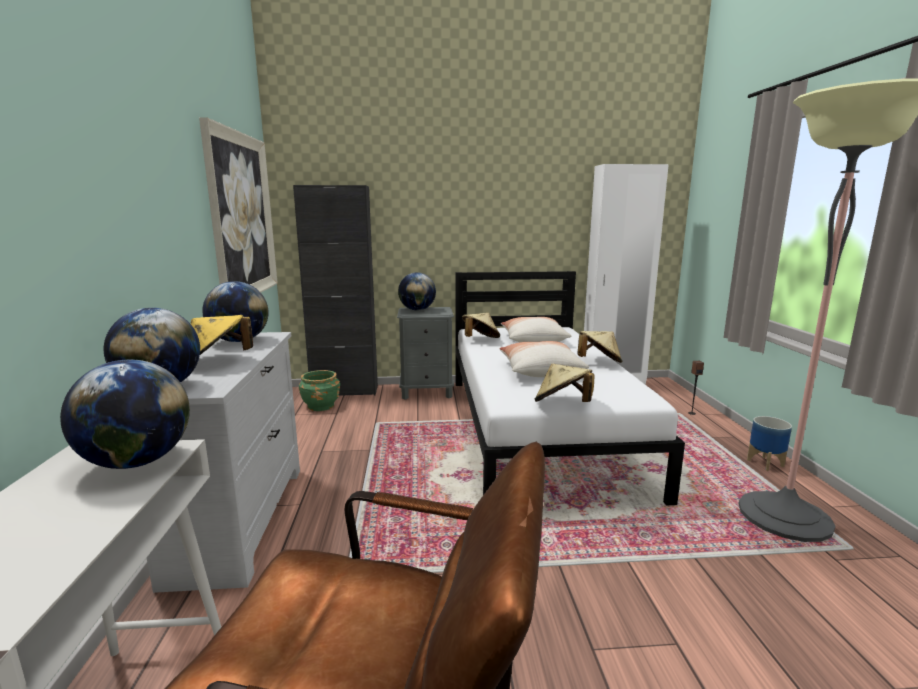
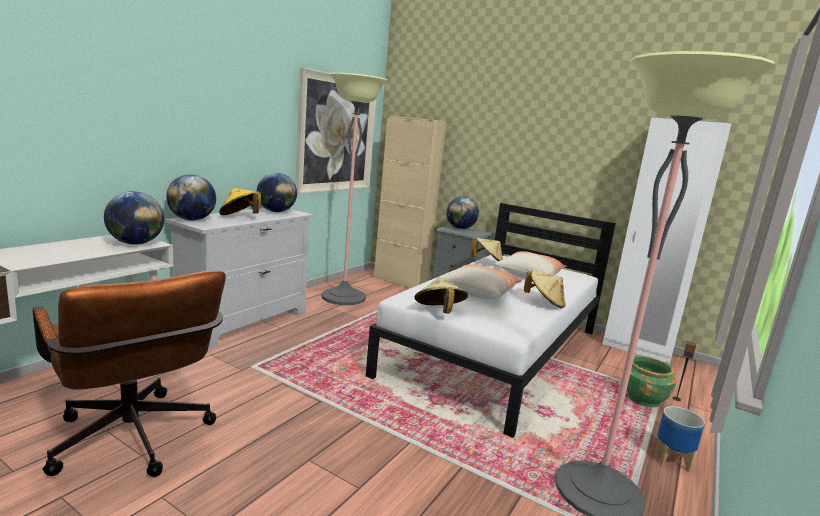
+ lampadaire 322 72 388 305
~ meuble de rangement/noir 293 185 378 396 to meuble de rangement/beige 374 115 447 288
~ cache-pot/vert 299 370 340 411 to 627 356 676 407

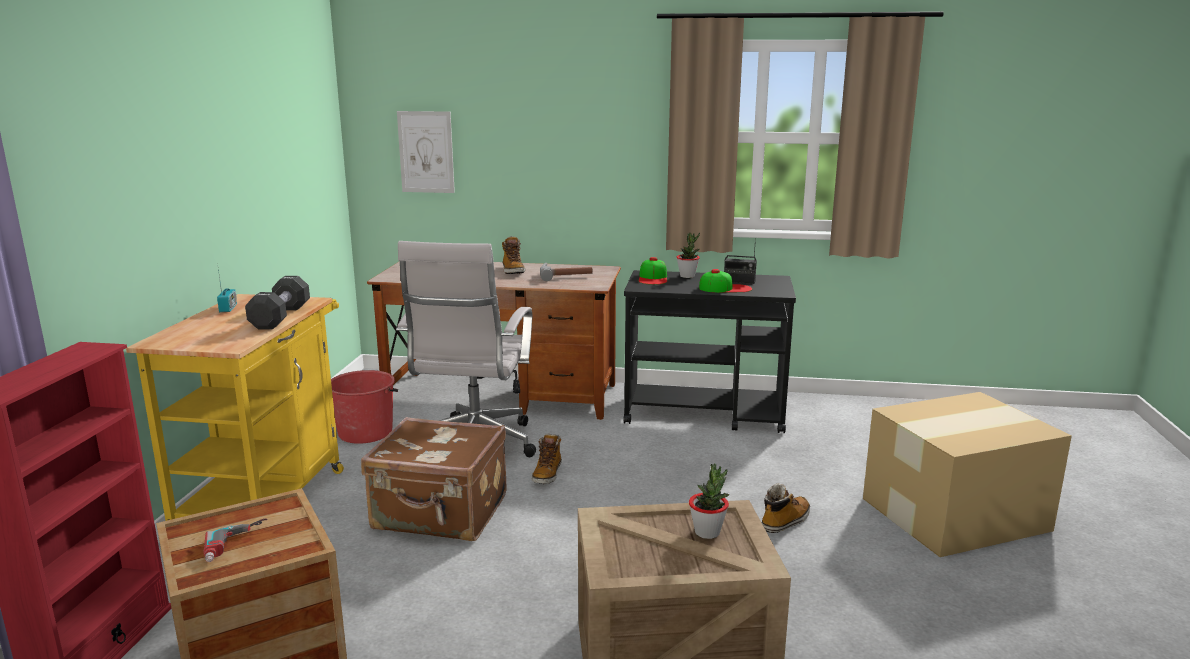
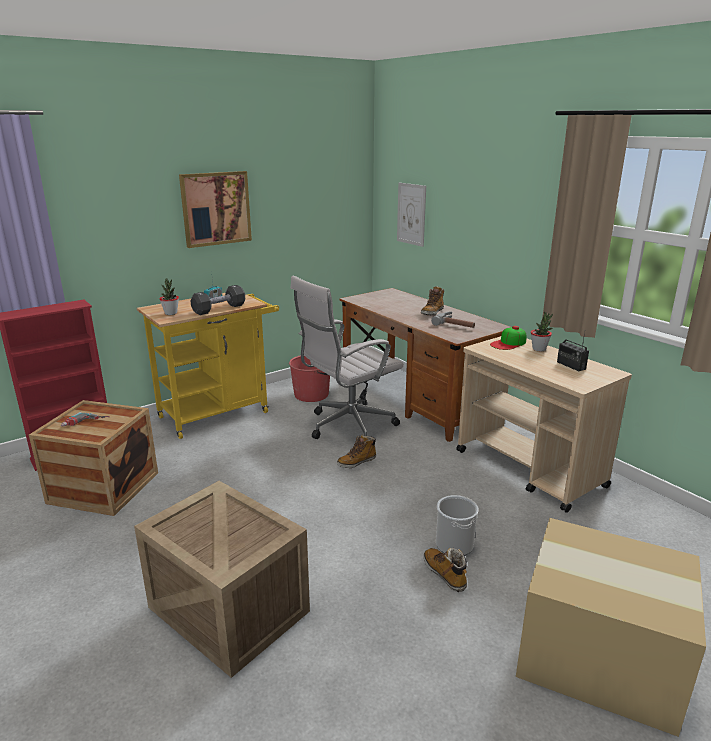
~ plante en pot 689 463 729 539 to 159 278 179 315
+ tableau 179 171 252 248
~ botte 762 484 810 533 = 424 548 467 592 120 degrees counterclockwise
+ seau 436 495 479 556
~ chariot/noir 623 270 796 434 to chariot/beige 456 336 632 513
- valise/marron 361 417 507 541
- casquette 699 269 752 293

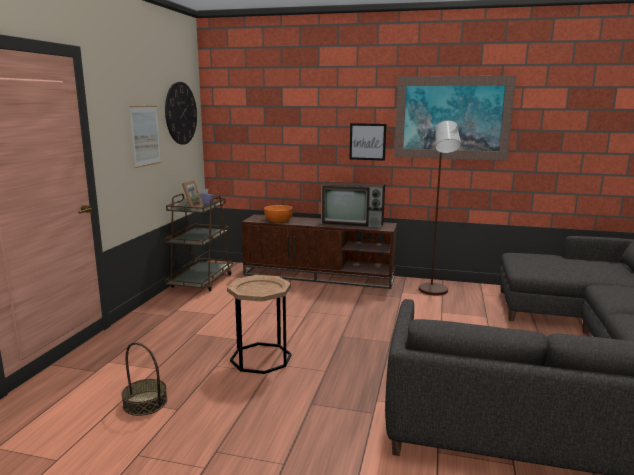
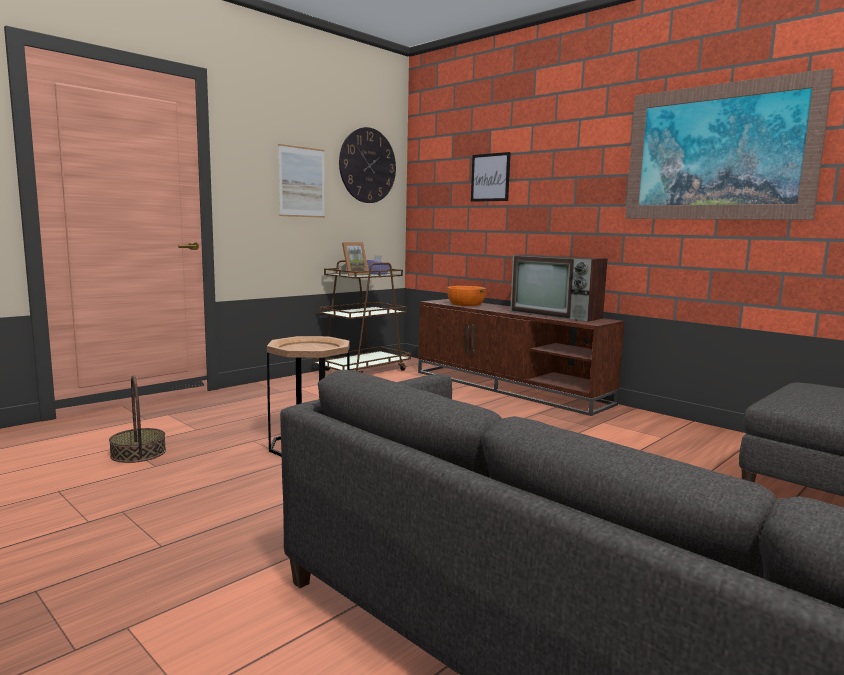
~ tableau 349 123 386 161 to 471 152 511 202
- lampadaire/marron 419 121 461 296

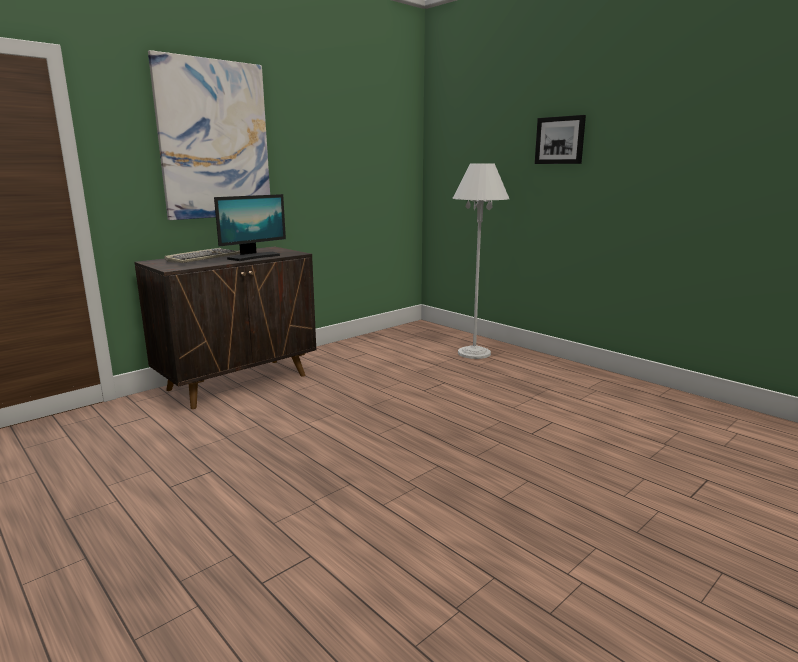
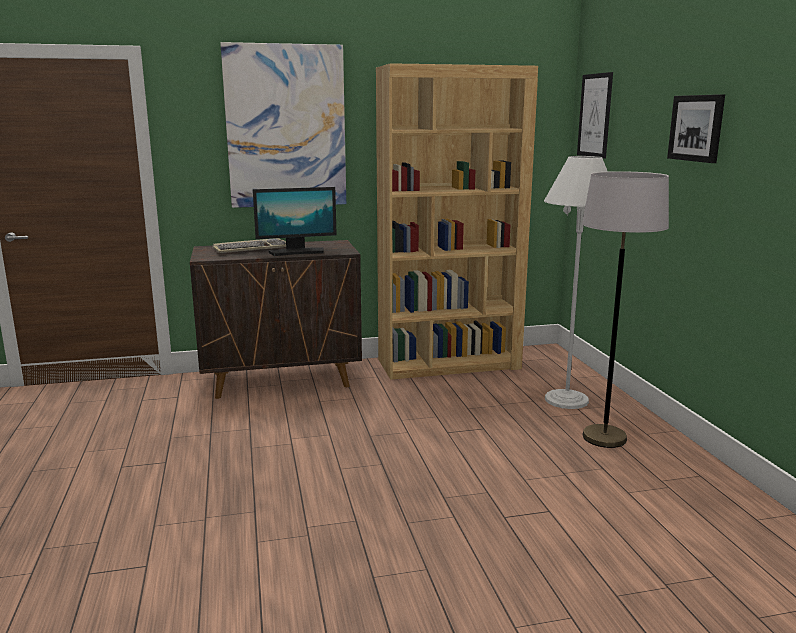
+ bibliothèque/marron 376 63 538 380
+ tableau 577 72 613 159
+ lampadaire/gris 582 171 669 448

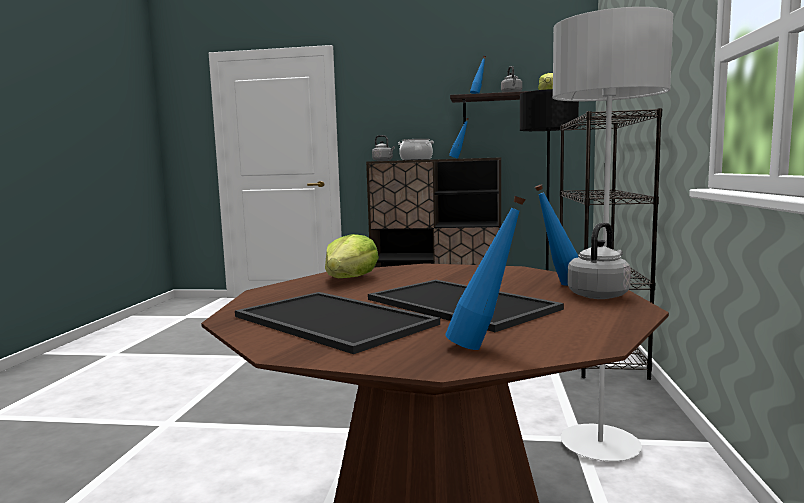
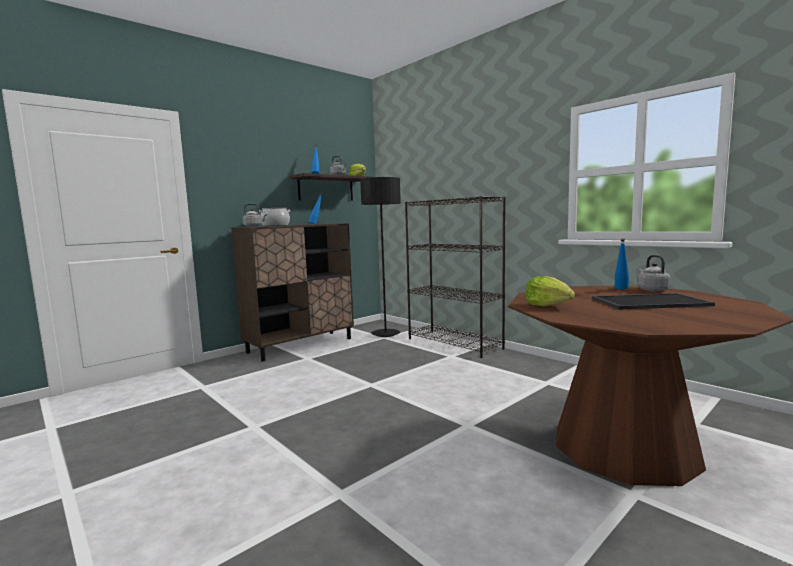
- plateau 235 292 440 354
- bouteille/bleu 445 196 526 350
- lampadaire/gris 553 7 673 461

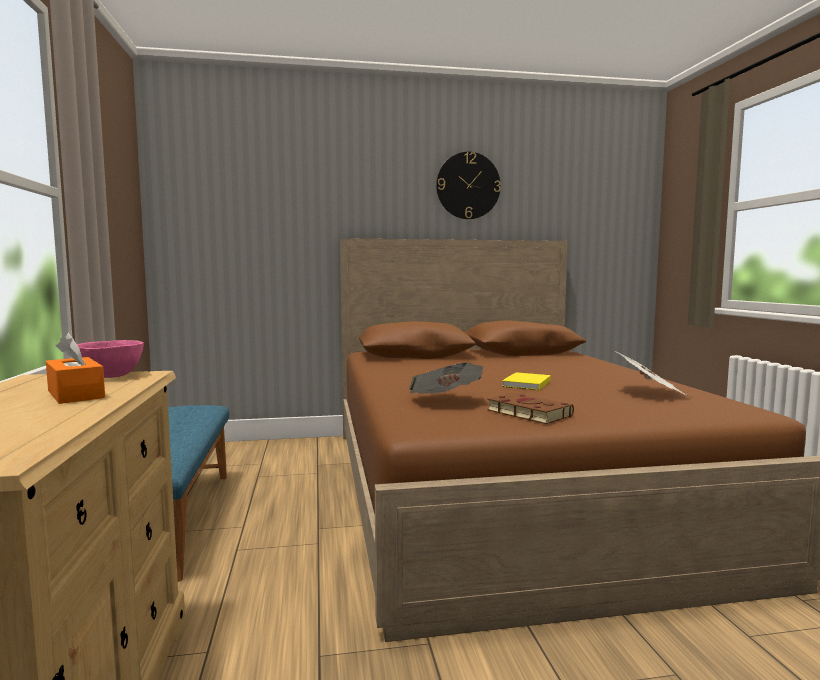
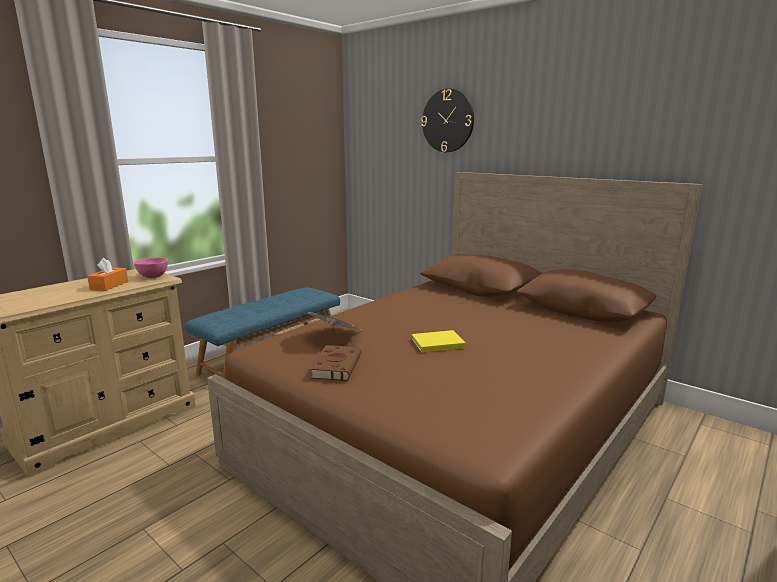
~ horloge murale 436 152 501 219 to 421 89 474 152
- journal 615 351 693 398

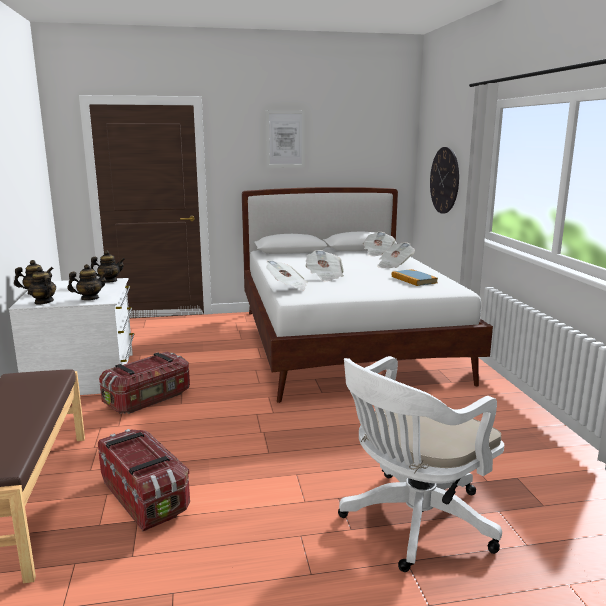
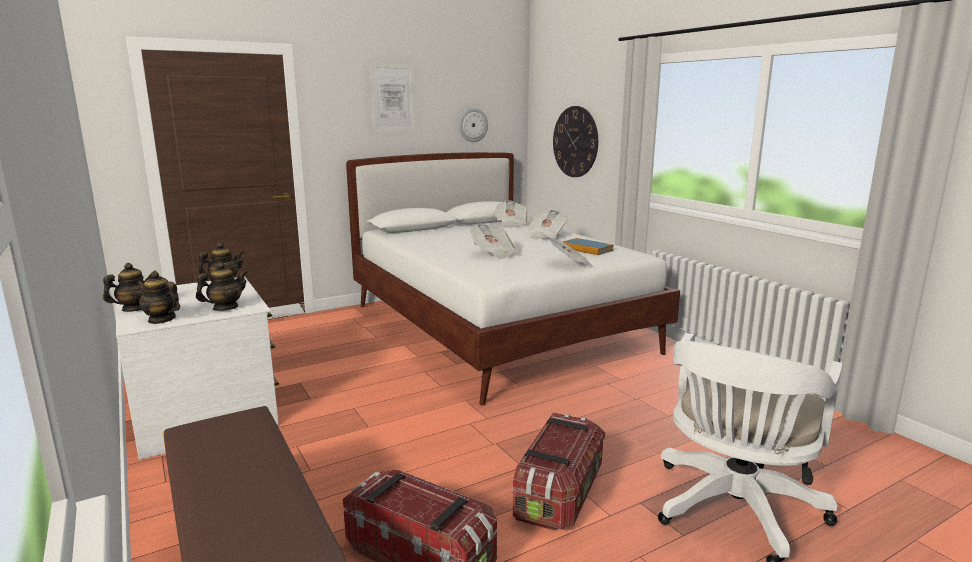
+ horloge murale 459 108 488 142
~ boîte de rangement 99 351 190 414 to 513 413 605 530
~ journal 266 260 308 290 to 545 236 594 267

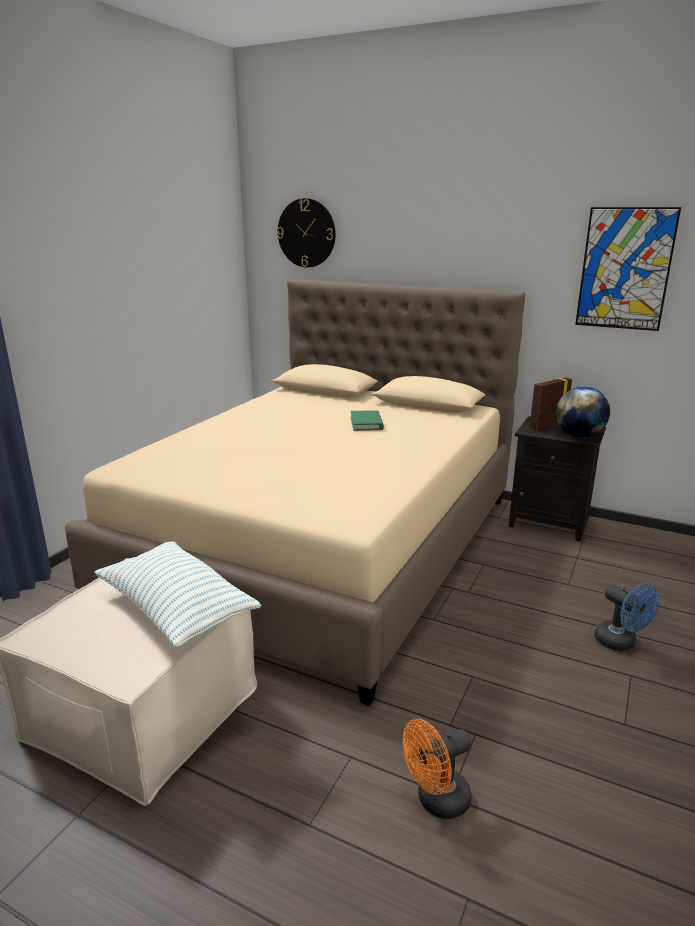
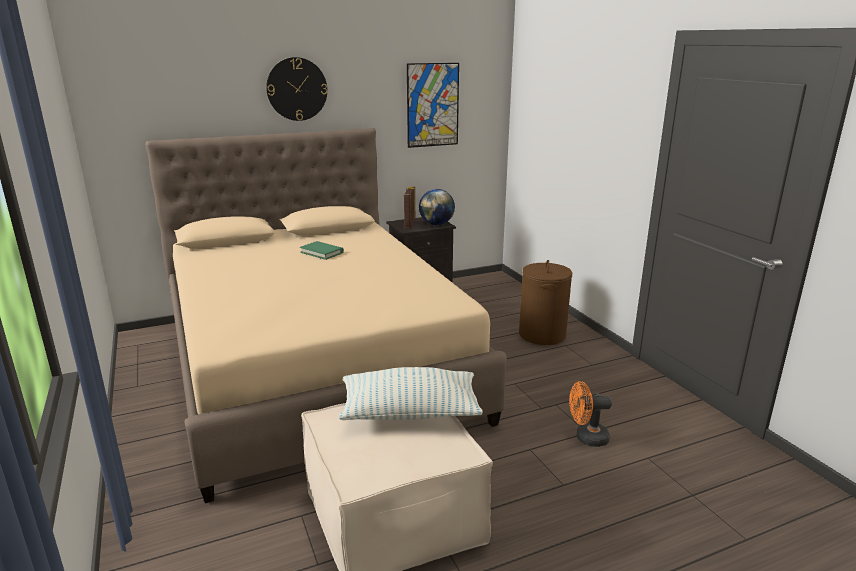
~ horloge murale 277 198 336 268 to 266 57 327 121
~ ventilateur/bleu 594 583 659 651 to panier à linge/marron 519 260 572 345
~ ventilateur/orange 402 719 472 819 = 569 381 612 447 75 degrees clockwise

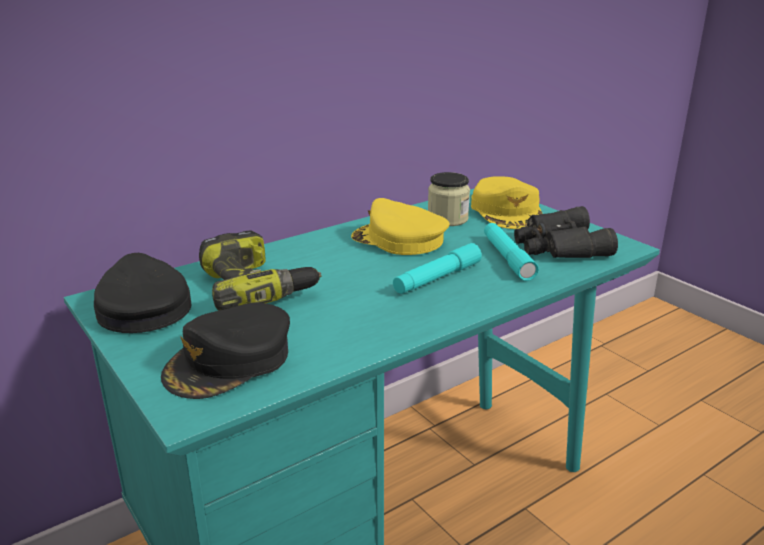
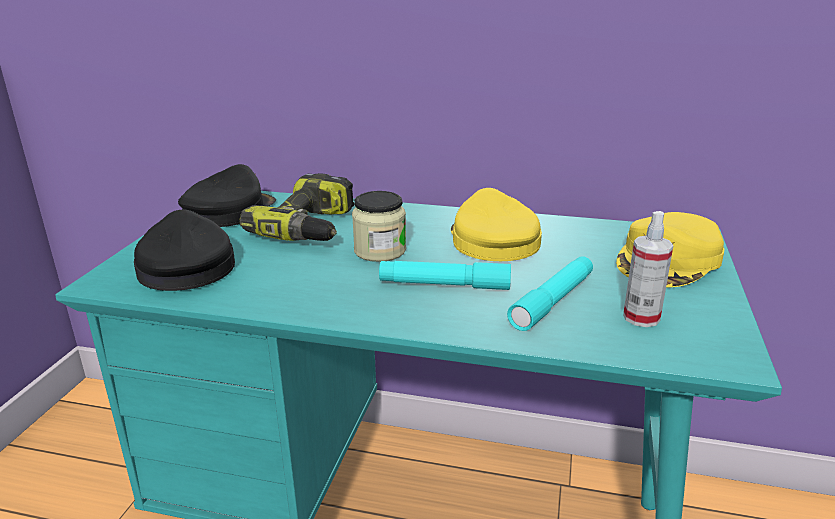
~ casquette/noir 161 303 290 399 = 134 210 235 291 75 degrees clockwise
~ bocal 428 172 470 226 to 352 191 406 262
~ jumelles/noir 514 206 618 258 to vaporisateur 623 211 674 327

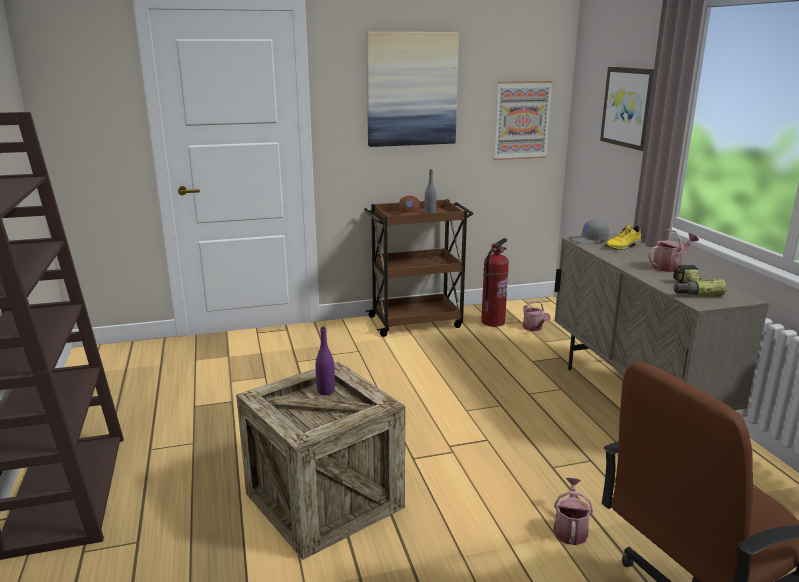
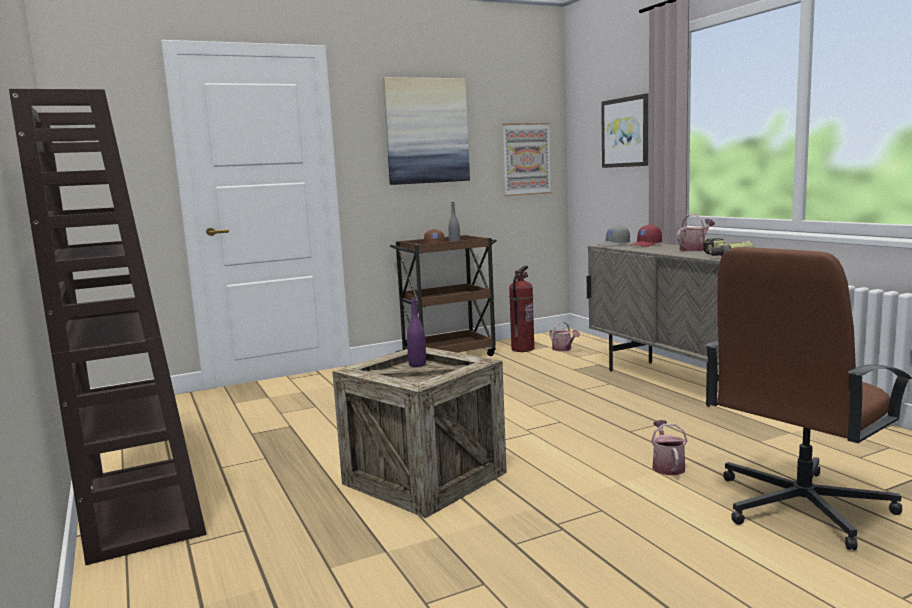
~ chaussure/jaune 605 225 642 250 to casquette/rouge 630 224 662 247

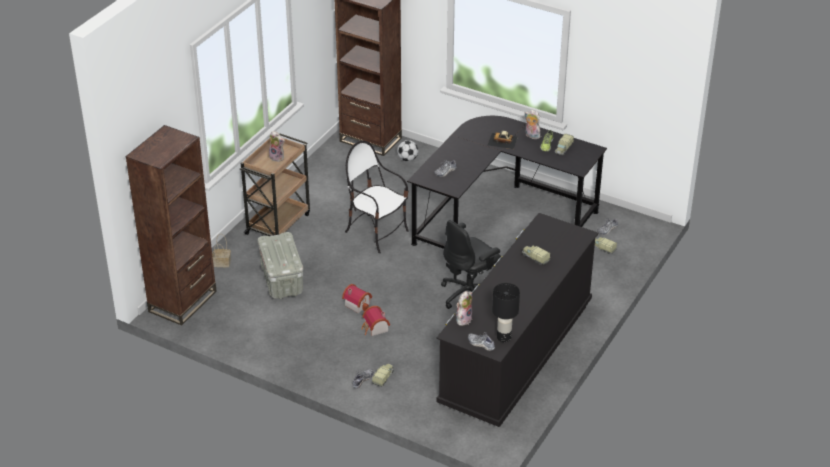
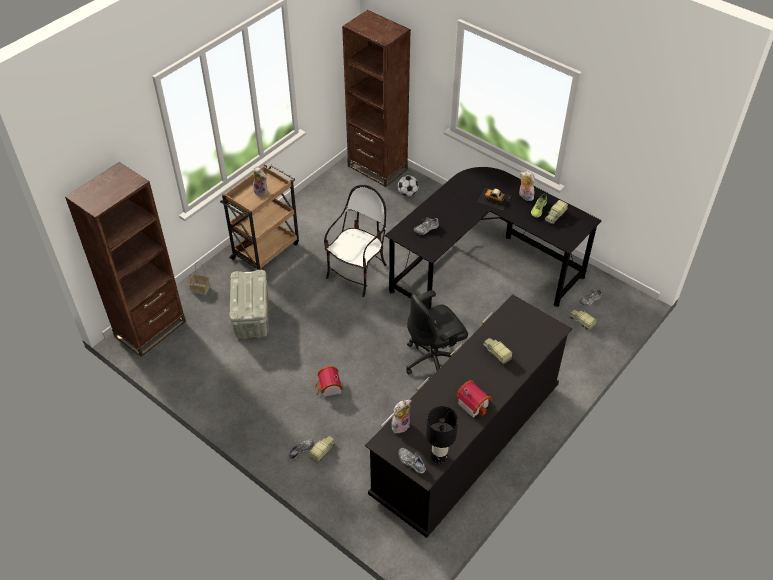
~ chaise 345 141 409 253 = 324 185 387 297 75 degrees clockwise
~ maison miniature 342 284 372 313 to 456 380 492 418

